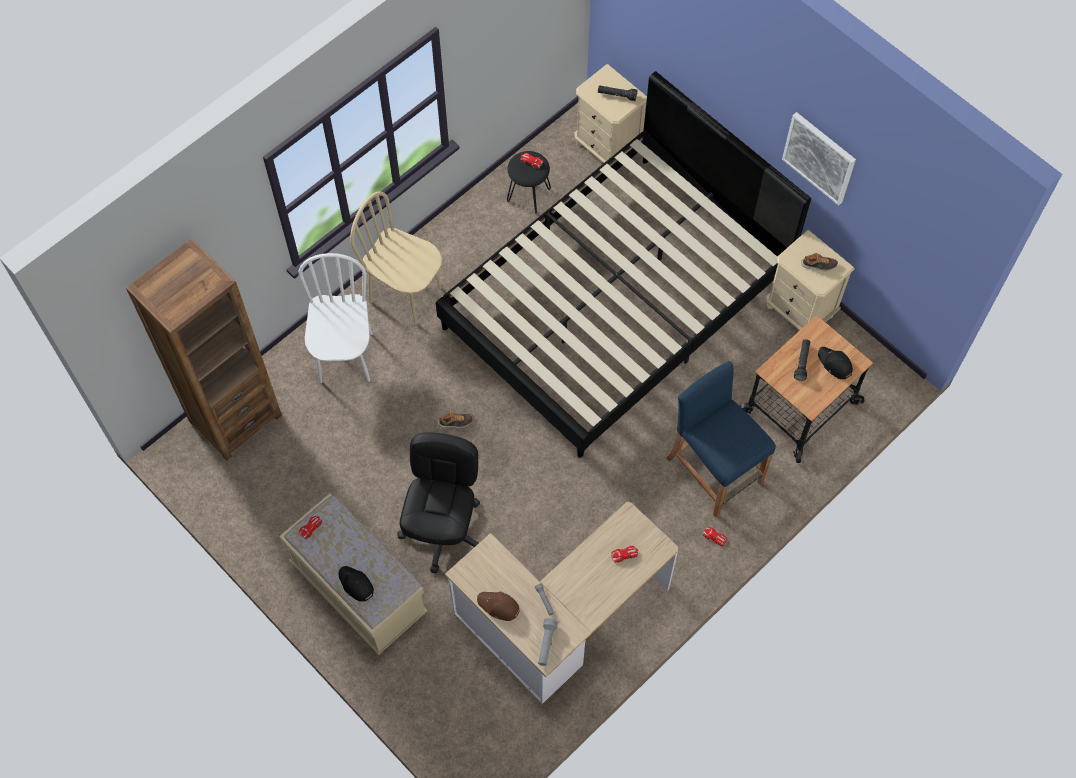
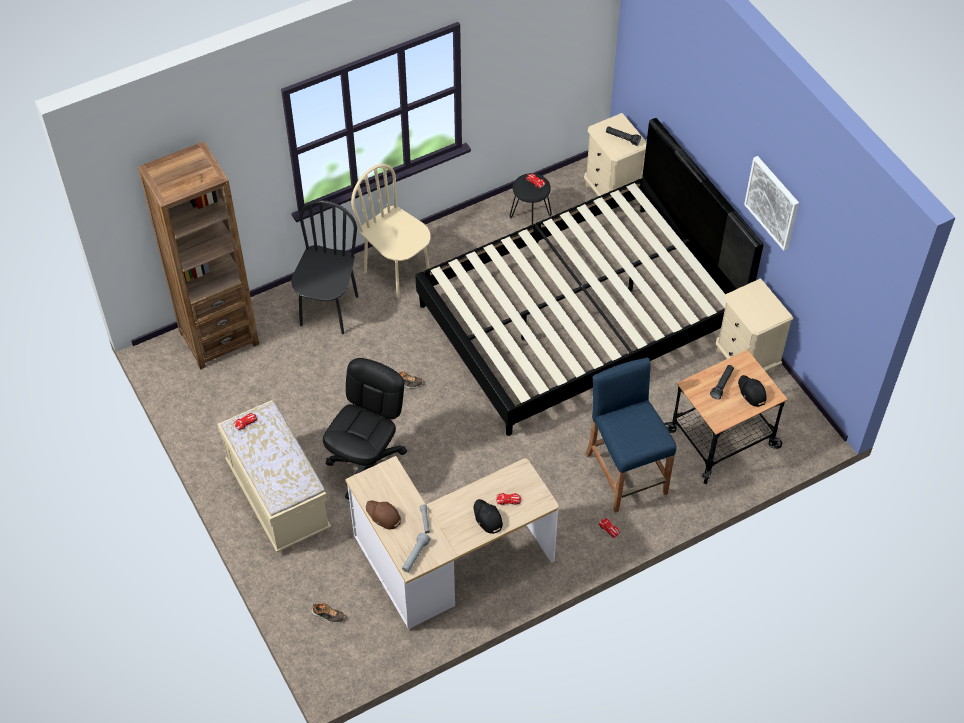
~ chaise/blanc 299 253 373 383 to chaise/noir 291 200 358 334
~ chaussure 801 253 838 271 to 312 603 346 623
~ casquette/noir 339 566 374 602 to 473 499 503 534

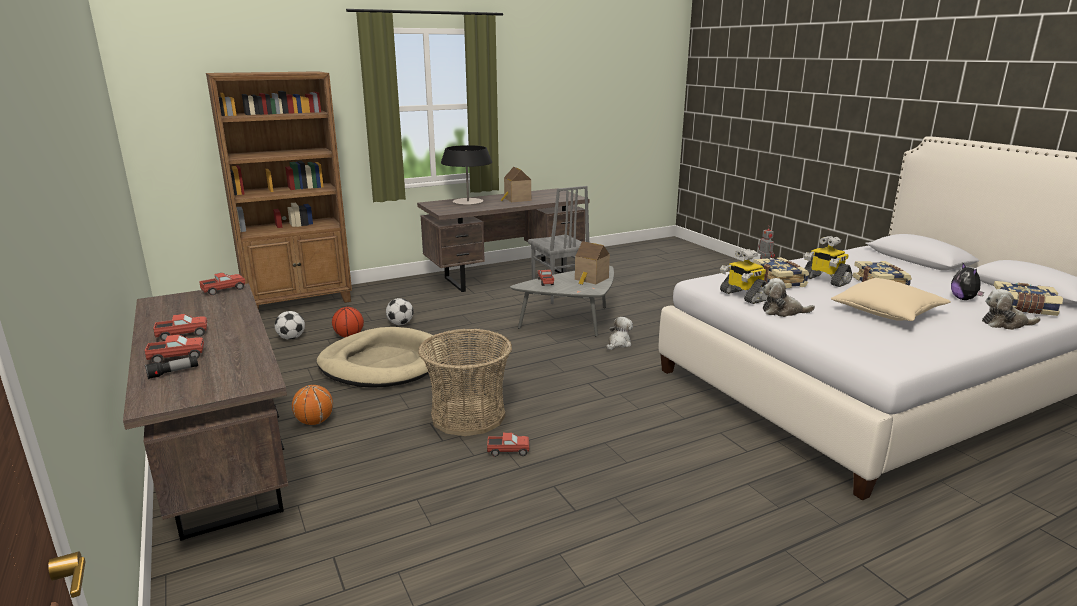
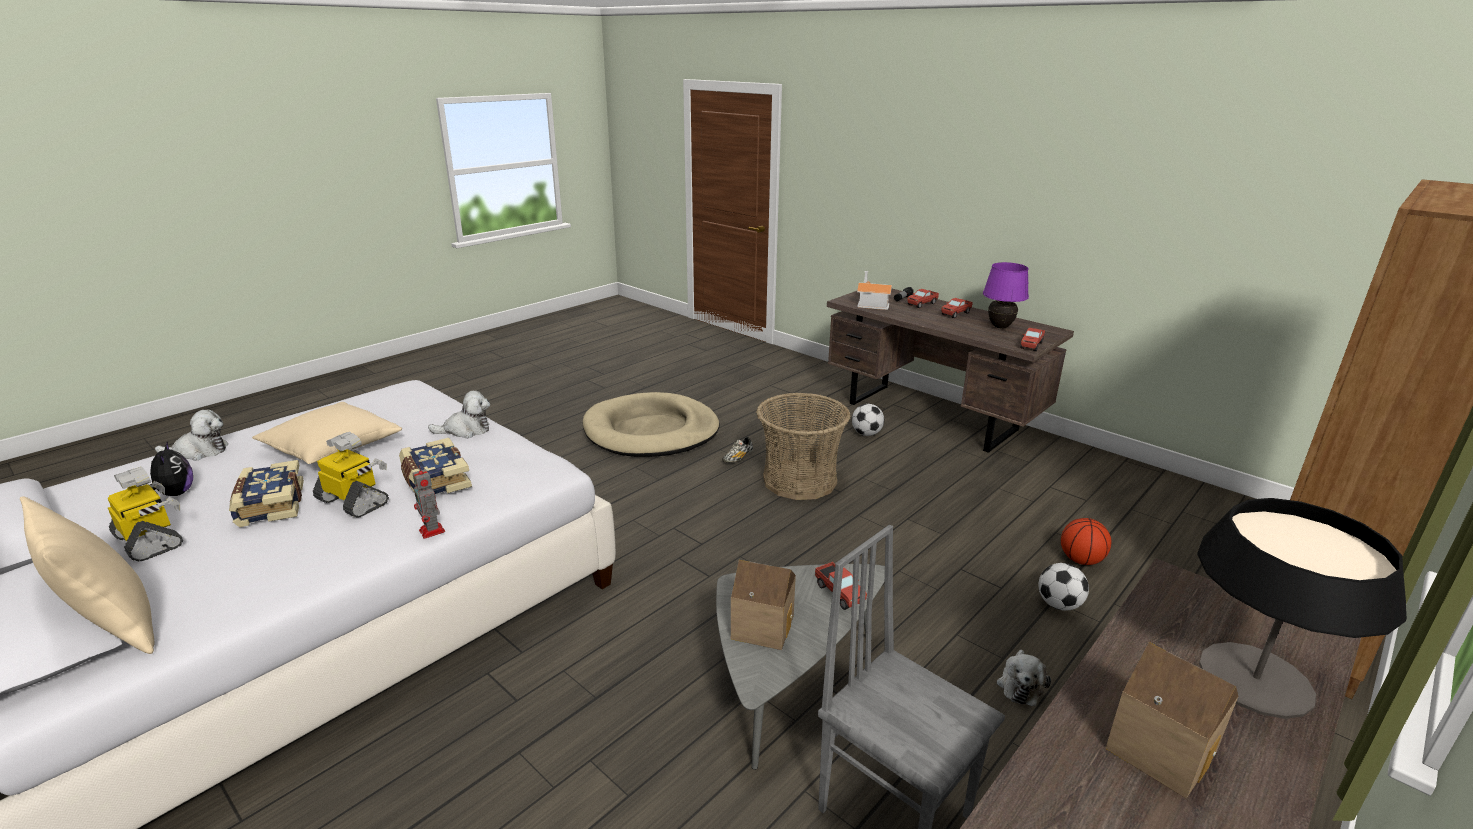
+ coussin/beige 20 496 154 654
~ robot jouet 720 249 767 304 to 107 467 183 561
~ panier pour chien/beige 316 327 447 388 to 583 392 719 457
~ camion jouet 487 433 529 457 to chaussure 722 437 753 462
~ ballon de foot 275 311 305 339 to 852 404 884 436
+ maison miniature 857 271 892 310
+ lampe de table/violet 983 262 1029 329
~ peluche 606 317 633 350 to 997 650 1051 707
- ballon de basket 292 385 333 425
- livre 994 281 1063 316

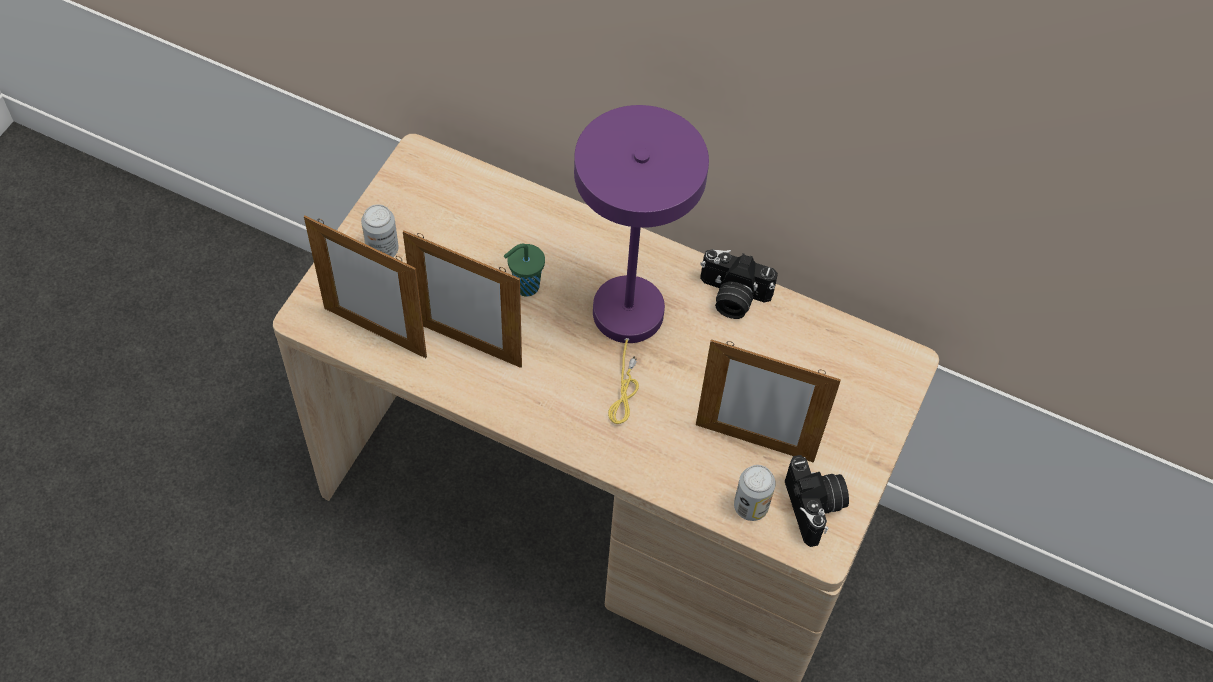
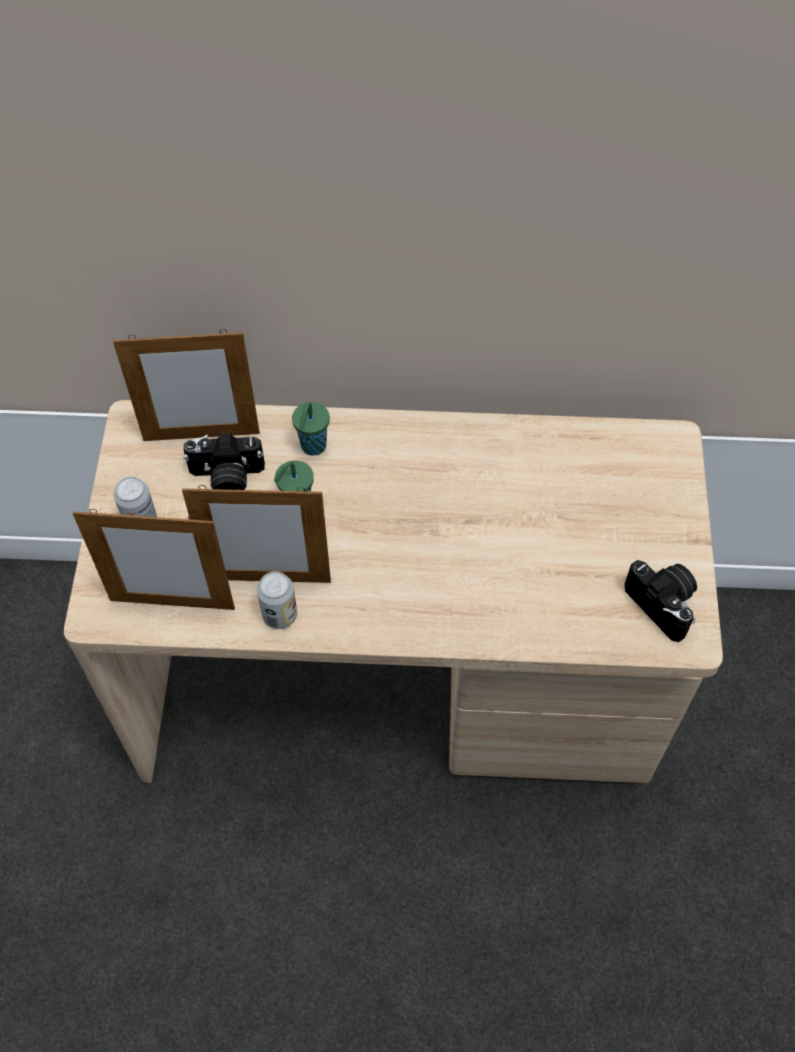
~ cadre photo 696 339 841 463 to 113 329 260 441
~ appareil photo 700 249 778 319 to 183 433 265 490
~ boîte métallique 734 465 776 521 to 257 571 297 629
+ tasse/vert 292 402 330 456
- lampe de table/violet 574 105 709 424

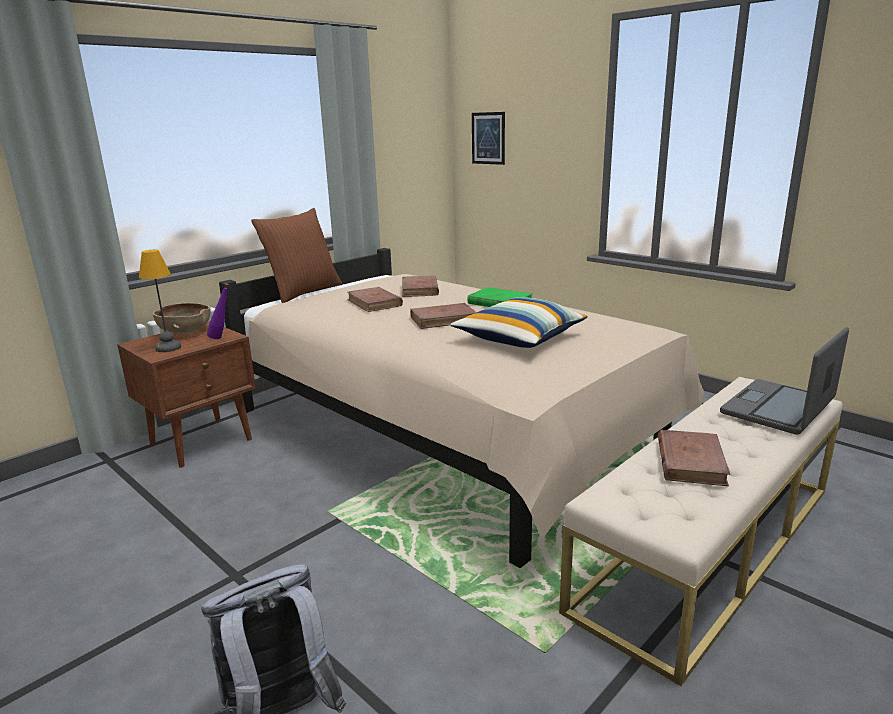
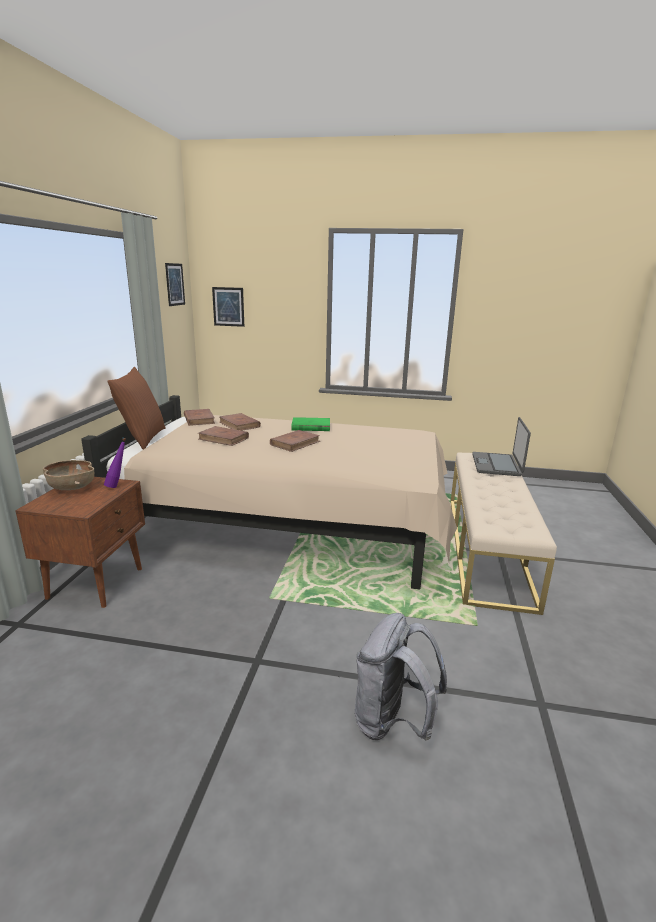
+ tableau 165 263 185 306
~ livre/marron 658 430 730 486 to 184 409 215 426
- lampe de table 139 250 182 352
- coussin 450 297 587 348

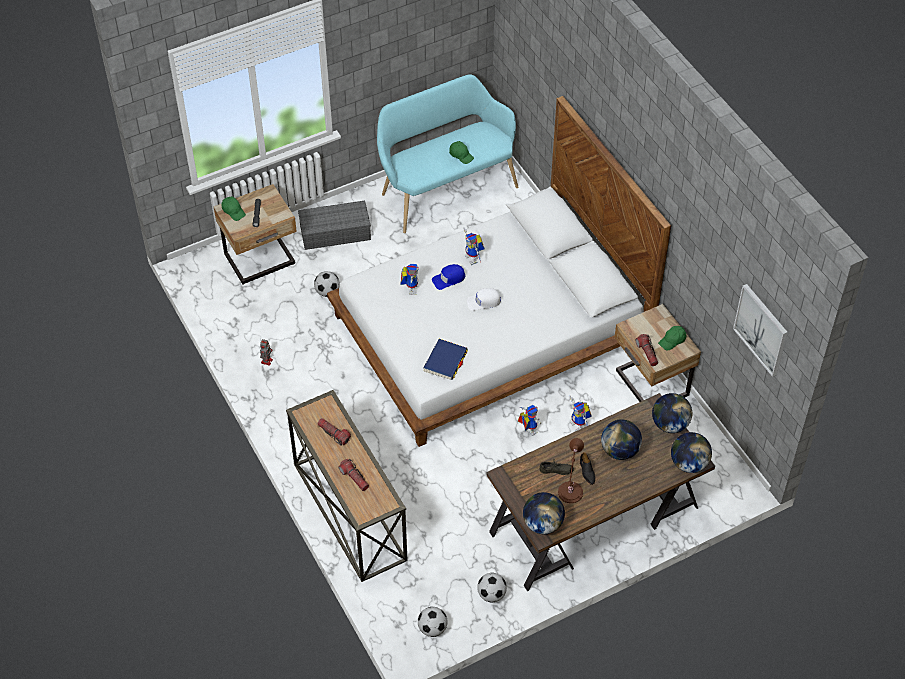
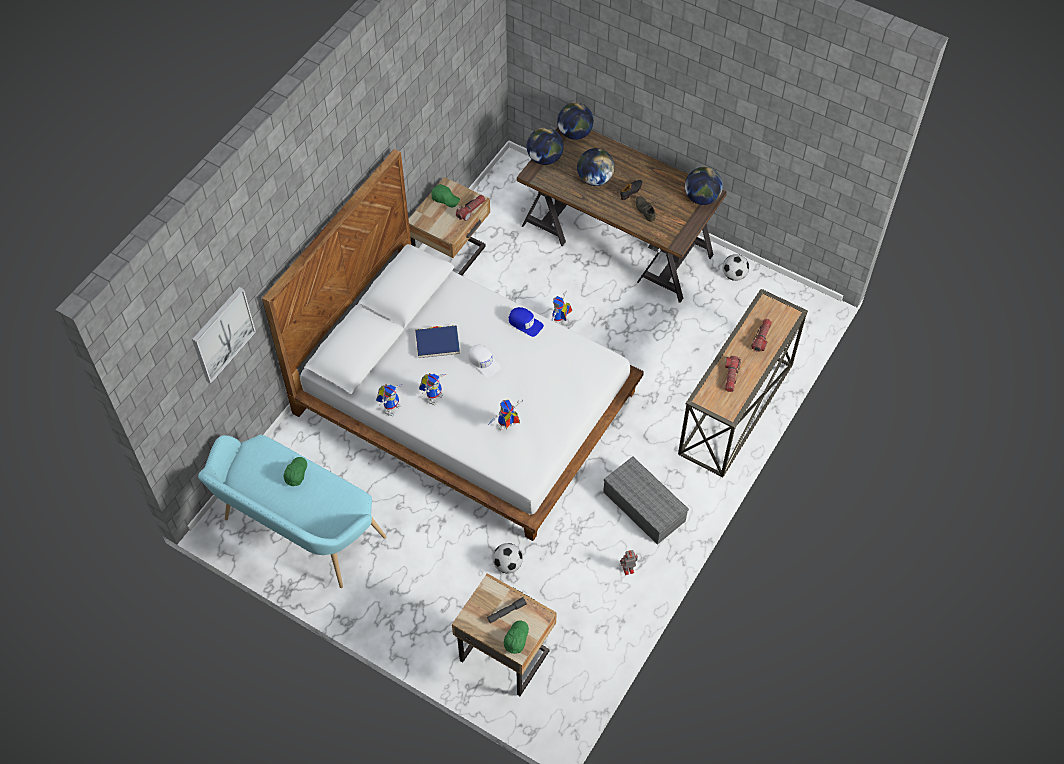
~ tableau 733 284 788 377 to 192 287 256 383
~ robot jouet 569 396 592 431 to 376 384 403 417
~ livre/bleu 424 339 468 380 to 415 325 460 358
~ casquette/bleu 432 264 465 290 to 509 307 544 337
~ boîte de rangement/gris 298 200 371 250 to 603 456 689 545
- ballon de foot 418 607 447 637
- lampe de table/marron 558 438 584 503

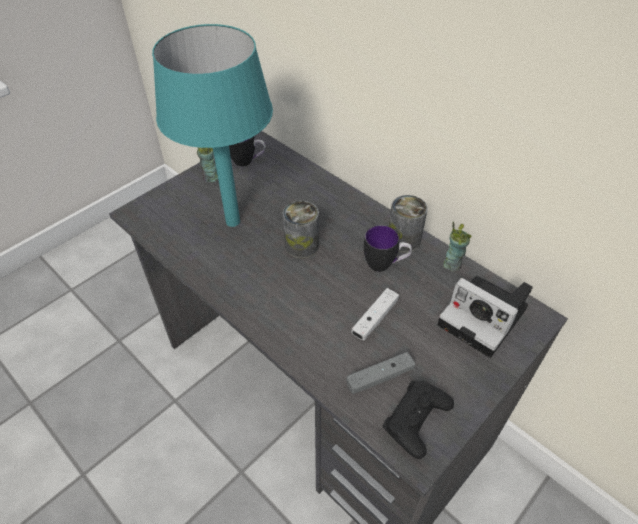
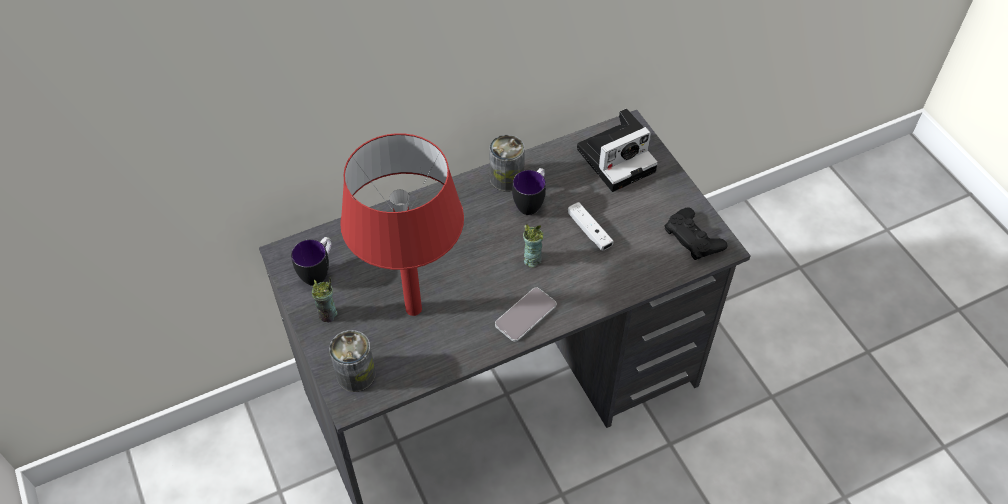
~ boîte métallique 283 201 319 259 to 329 330 375 392
~ lampe de table/turquoise 152 24 273 227 to lampe de table/rouge 340 133 464 316
+ téléphone 495 287 557 342
~ tasse 443 221 472 272 to 523 224 544 268
- manette/gris 346 352 415 394

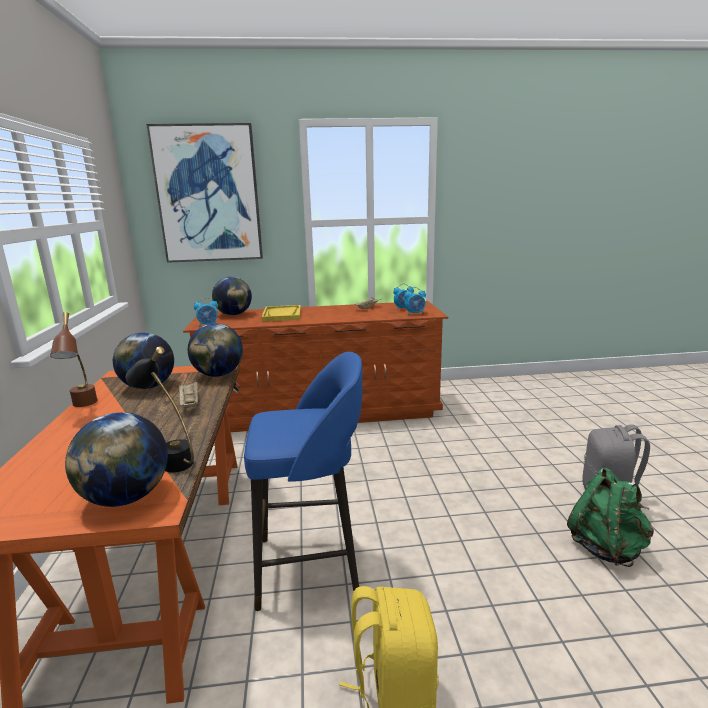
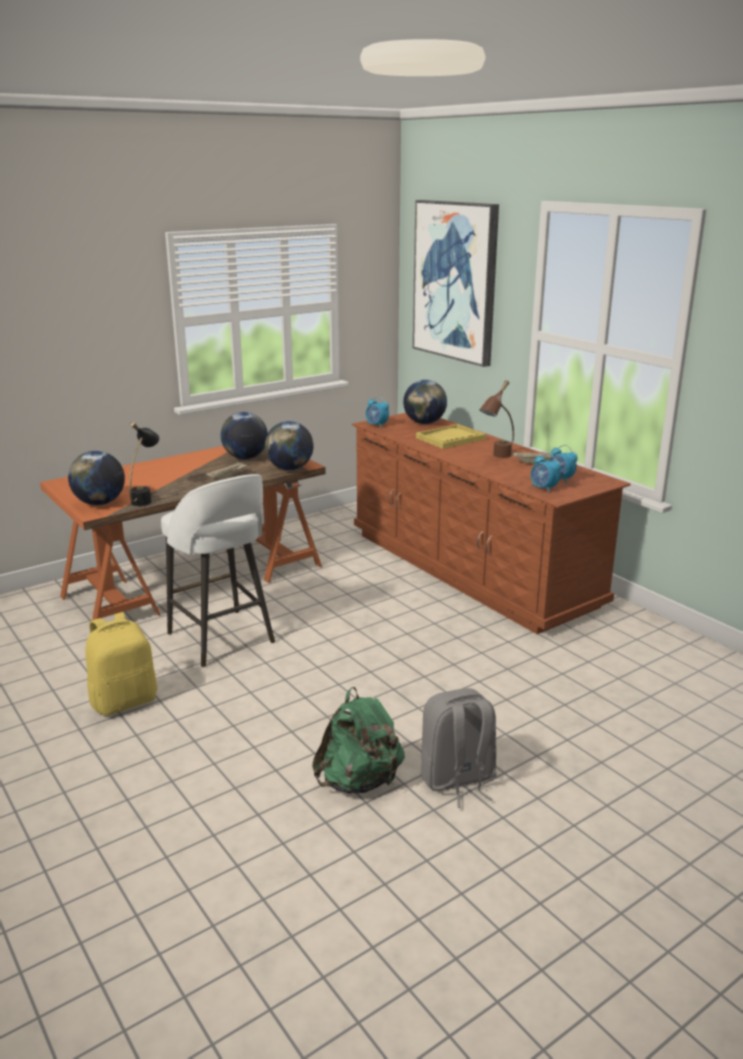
~ tabouret/bleu 244 352 363 611 to tabouret/blanc 161 474 275 667
~ lampe de table/marron 50 312 97 407 to 480 380 514 458

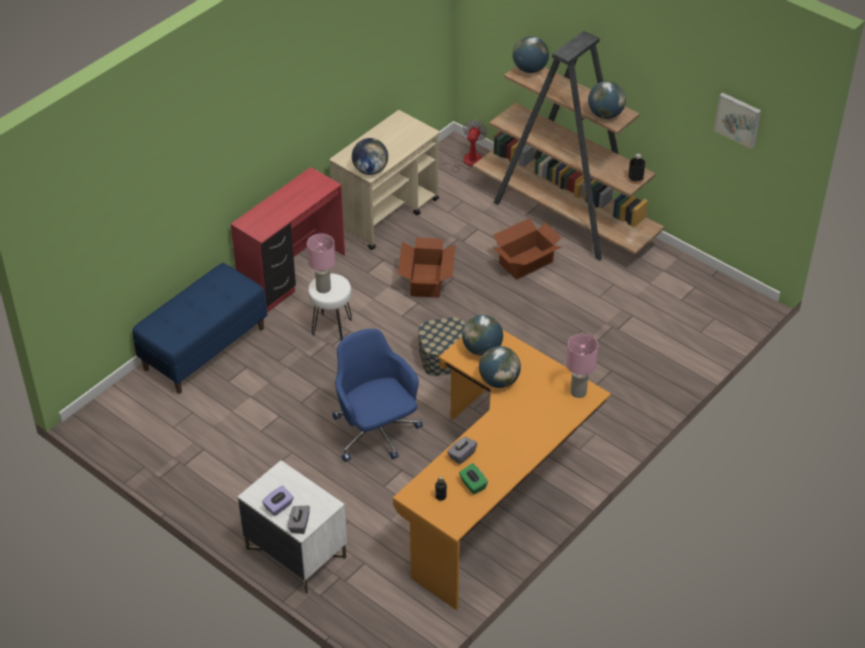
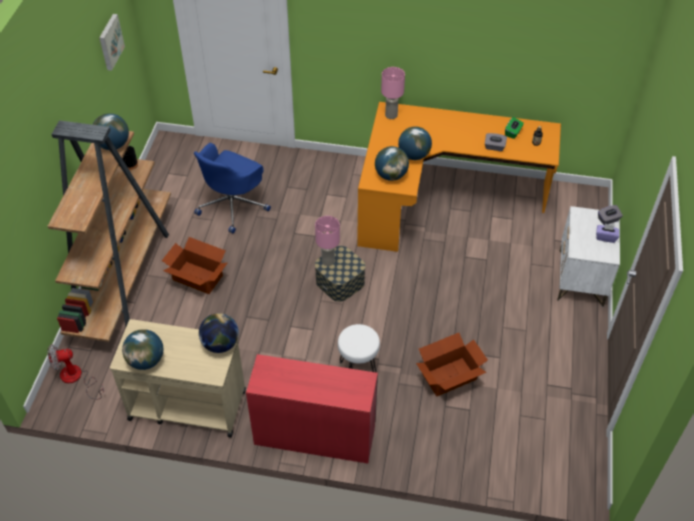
~ globe 513 36 549 73 to 122 329 163 370
~ chaise de bureau/bleu 332 329 423 462 to 194 143 271 233
~ lampe de table/rose 307 233 335 293 to 315 216 340 266
~ carton 398 237 455 298 to 416 333 488 396
- banc/bleu 132 263 267 394

